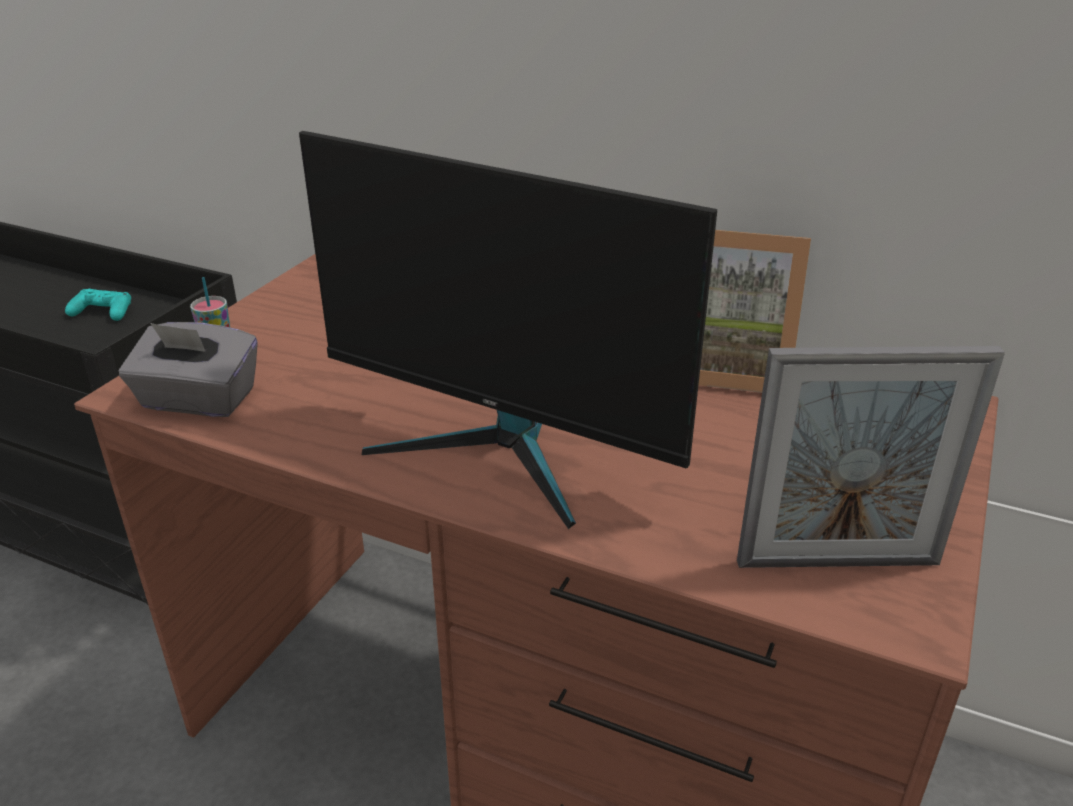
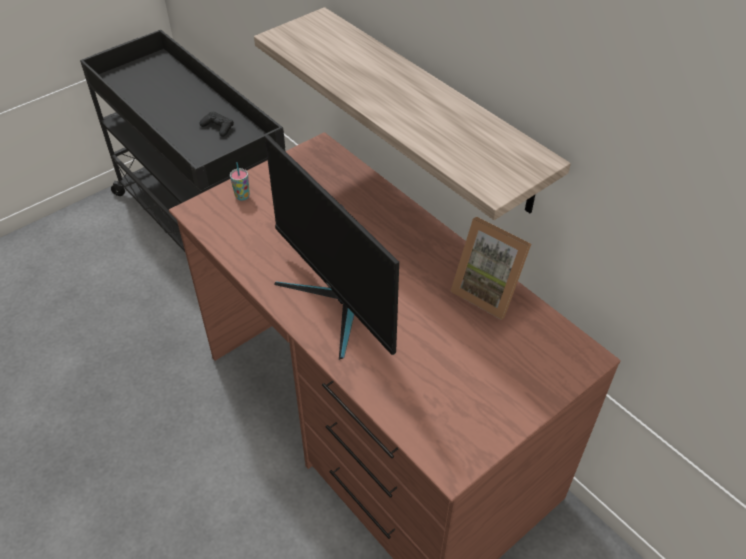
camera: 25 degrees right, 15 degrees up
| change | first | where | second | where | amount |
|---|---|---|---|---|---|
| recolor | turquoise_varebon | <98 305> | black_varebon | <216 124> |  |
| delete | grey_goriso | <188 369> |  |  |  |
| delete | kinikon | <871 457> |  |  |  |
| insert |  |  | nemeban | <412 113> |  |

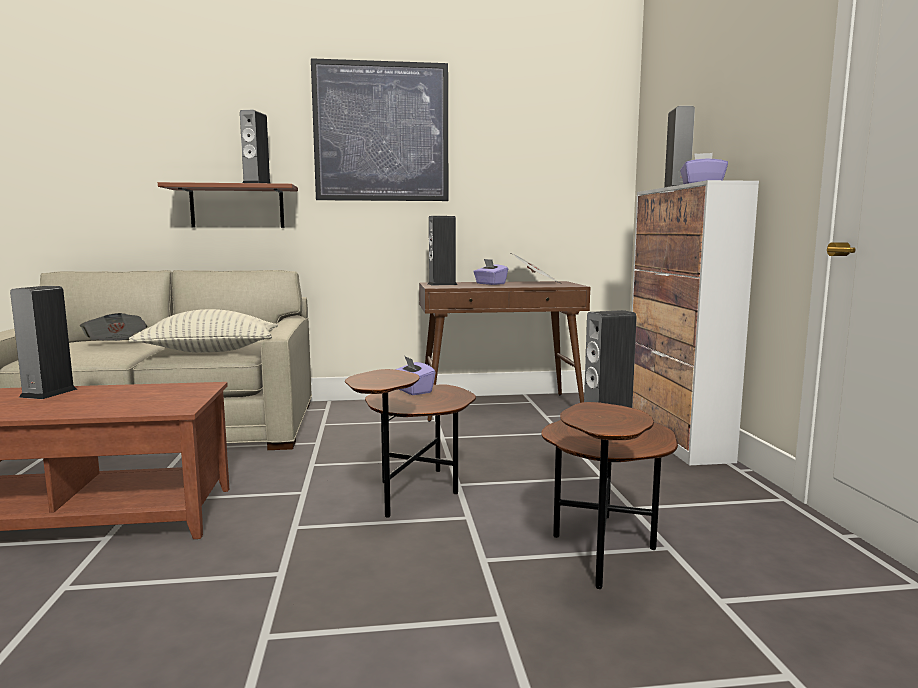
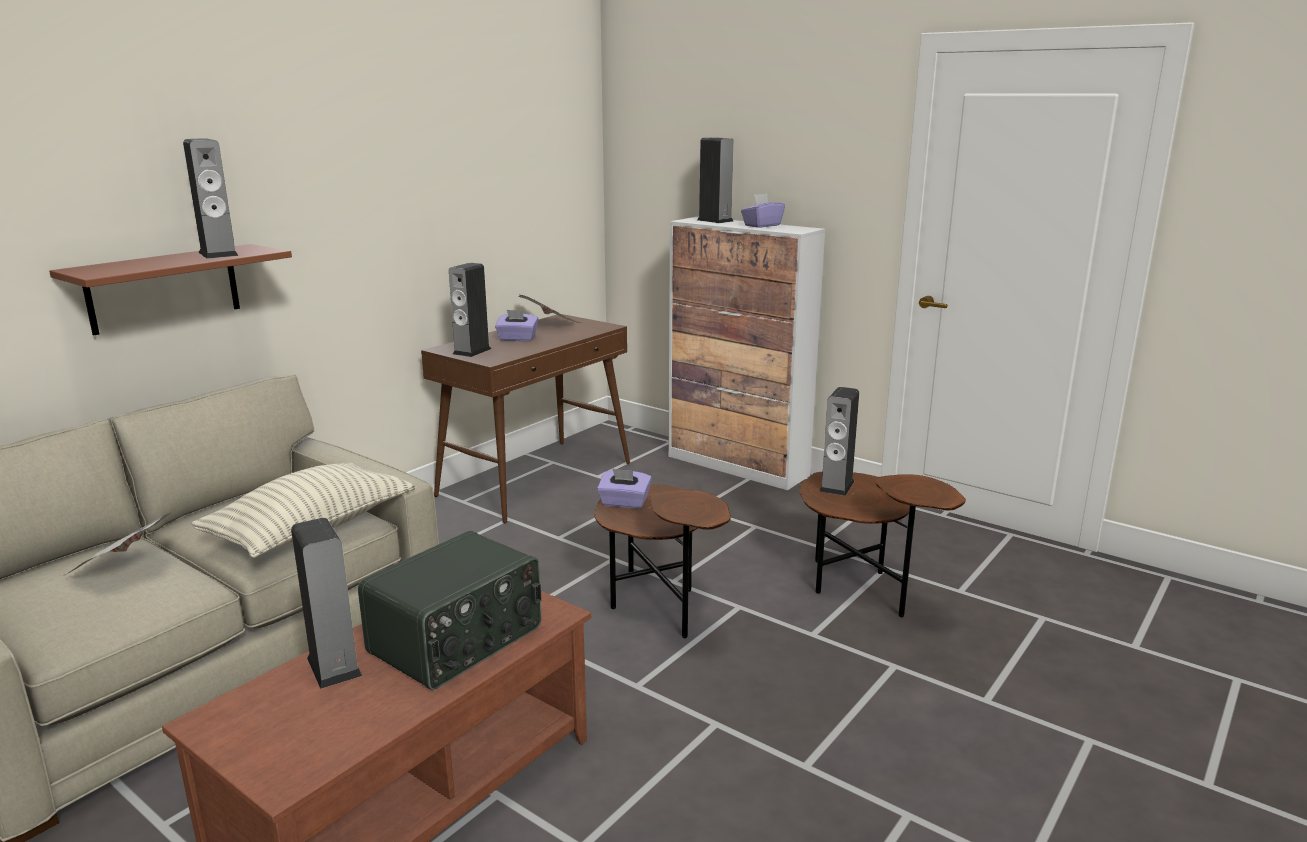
camera: 45 degrees left, 10 degrees up
| change | first | where | second | where | amount |
|---|---|---|---|---|---|
| delete | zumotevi | <379 129> |  |  |  |
| insert |  |  | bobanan | <450 610> |  |

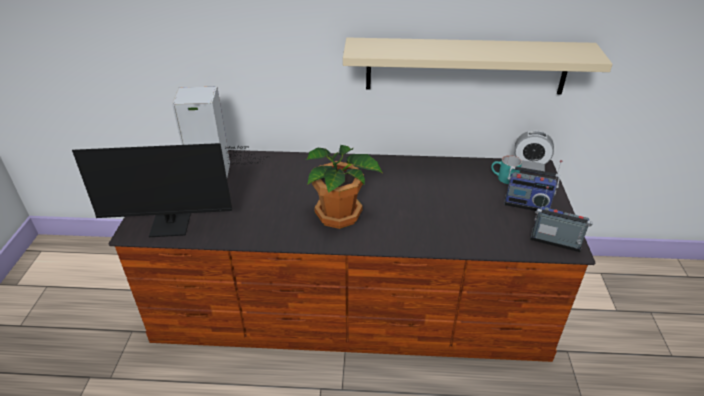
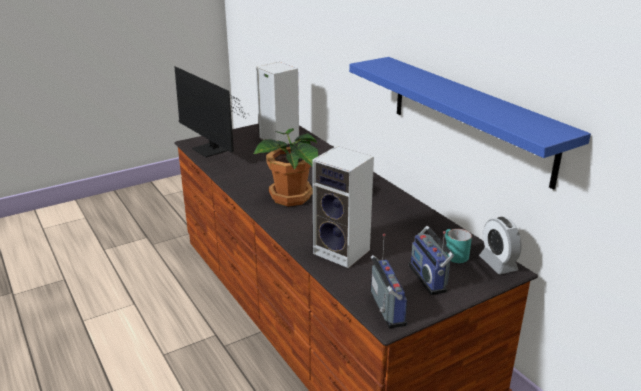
camera: 55 degrees right, 10 degrees down
| change | first | where | second | where | amount |
|---|---|---|---|---|---|
| recolor | beige_nemeban | <477 65> | blue_nemeban | <470 123> |  |
| insert |  |  | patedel | <343 207> |  |

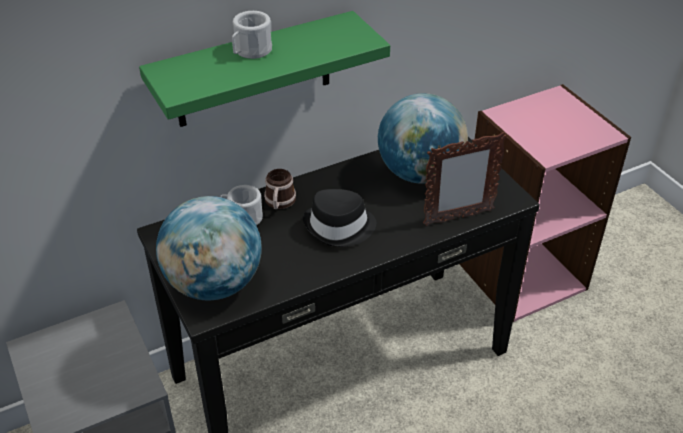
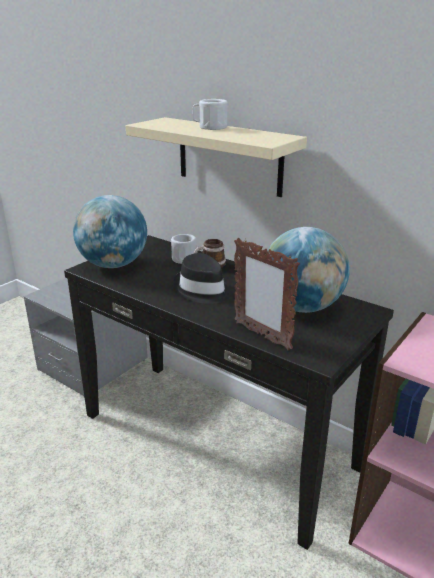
camera: 65 degrees right, 15 degrees down
| change | first | where | second | where | amount |
|---|---|---|---|---|---|
| recolor | green_nemeban | <264 69> | beige_nemeban | <216 157> |  |

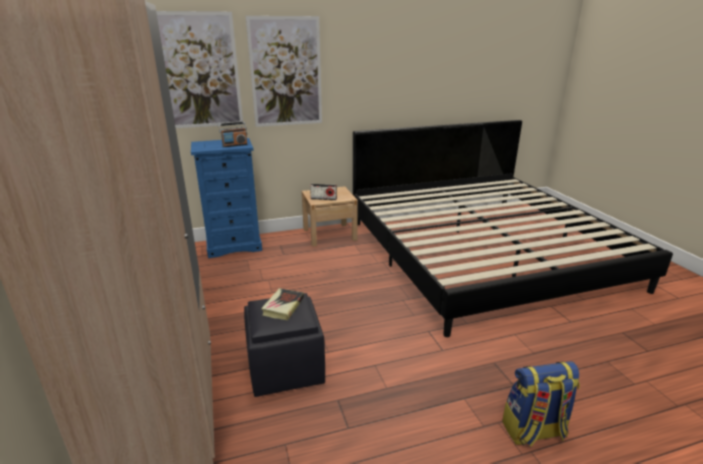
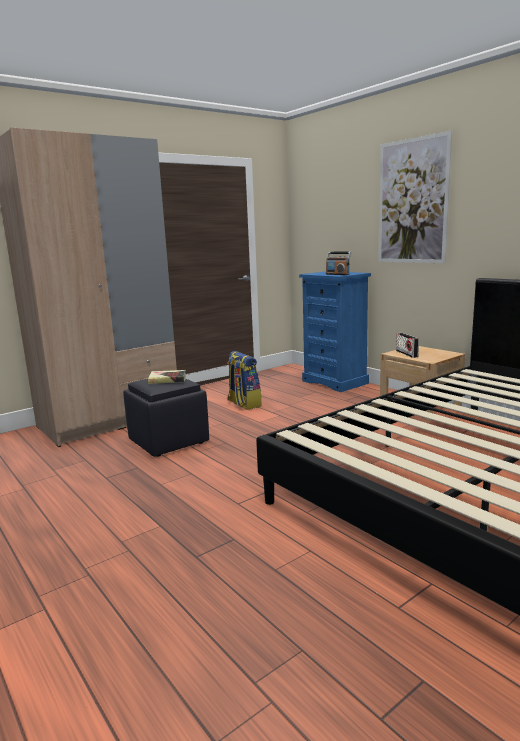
camera: 70 degrees right, 10 degrees down
| change | first | where | second | where | amount |
|---|---|---|---|---|---|
| delete | zumotevi | <199 69> |  |  |  |
| move | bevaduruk | <541 403> |  | <244 380> |  |

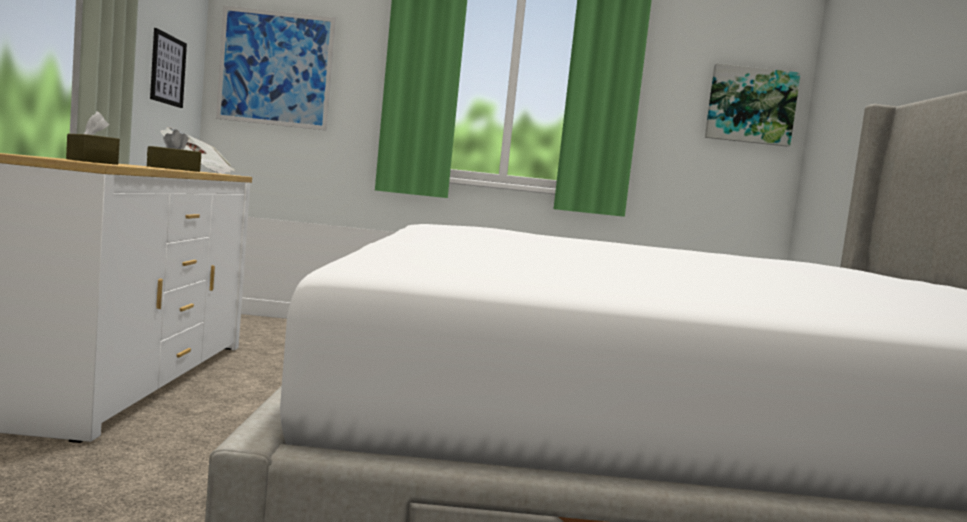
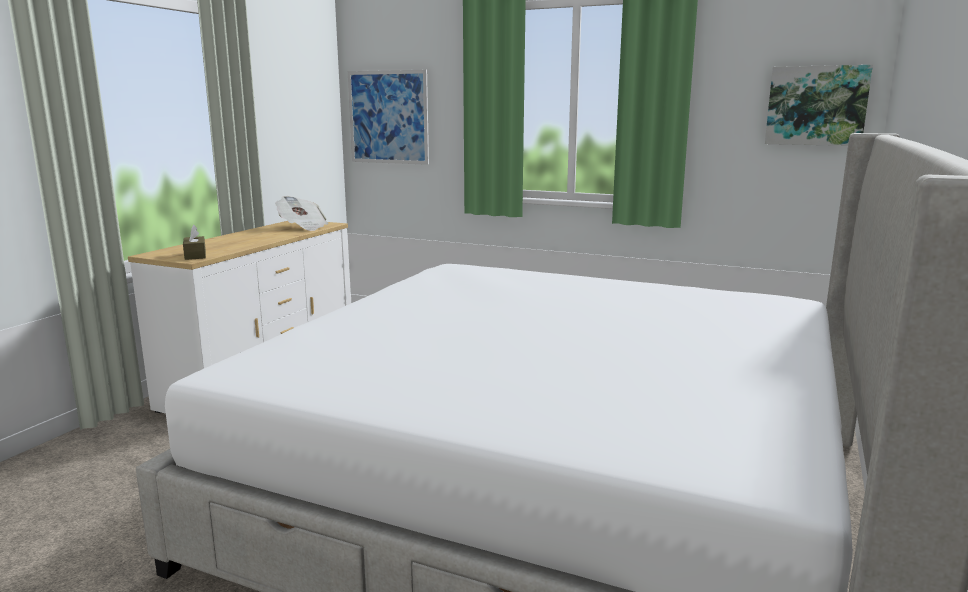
camera: 25 degrees right, 10 degrees up
| change | first | where | second | where | amount |
|---|---|---|---|---|---|
| delete | zumotevi | <168 68> |  |  |  |
| delete | brown_goriso | <174 151> |  |  |  |

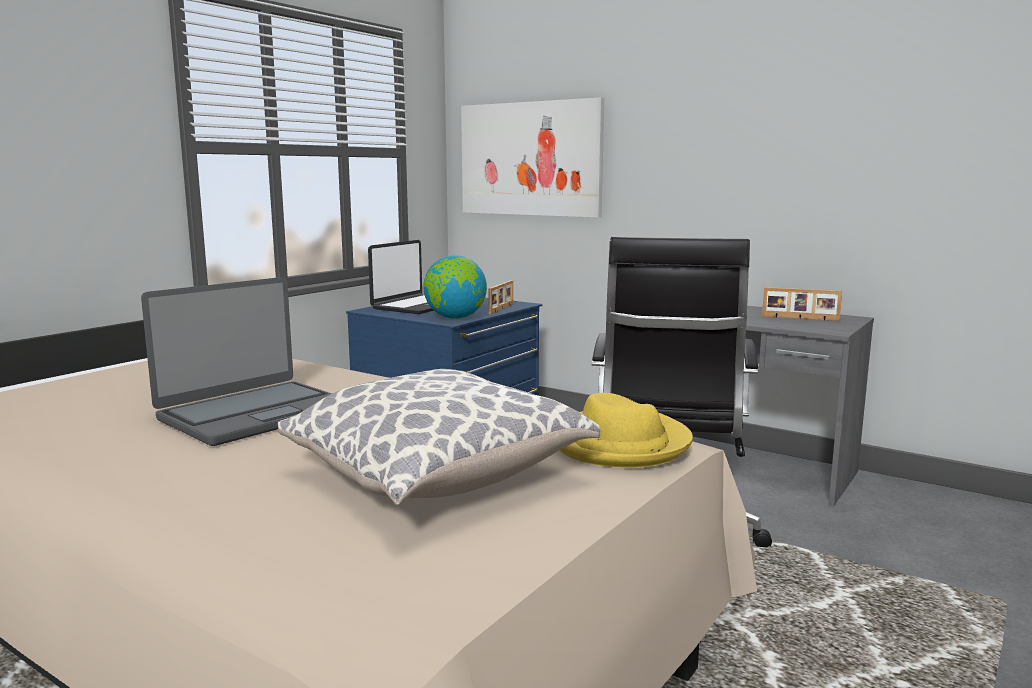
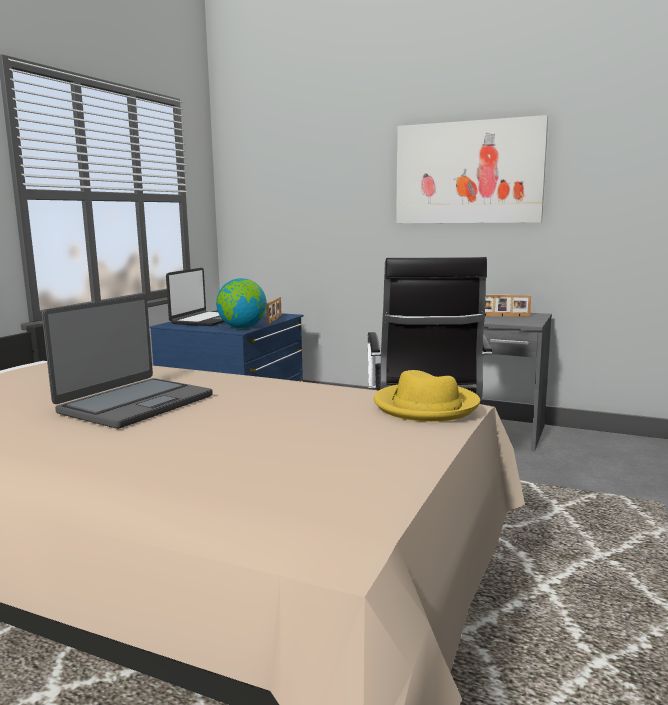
camera: 10 degrees left, 0 degrees up
| change | first | where | second | where | amount |
|---|---|---|---|---|---|
| move | zumotevi | <532 157> |  | <472 169> |  |
| delete | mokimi | <439 437> |  |  |  |

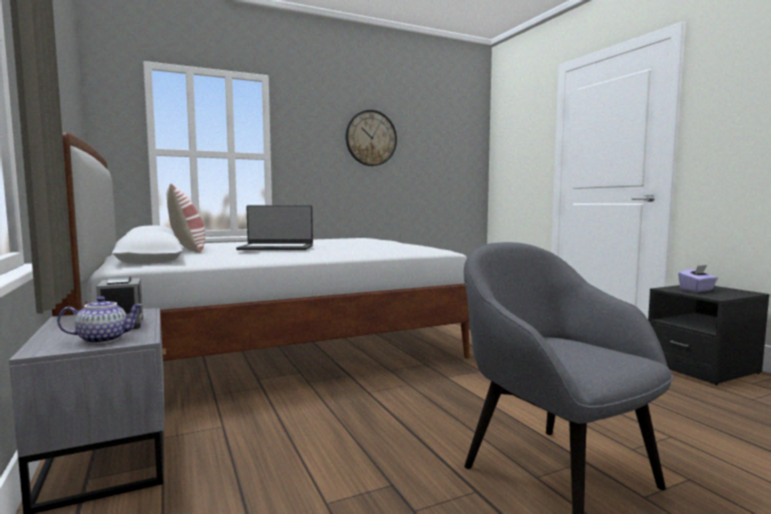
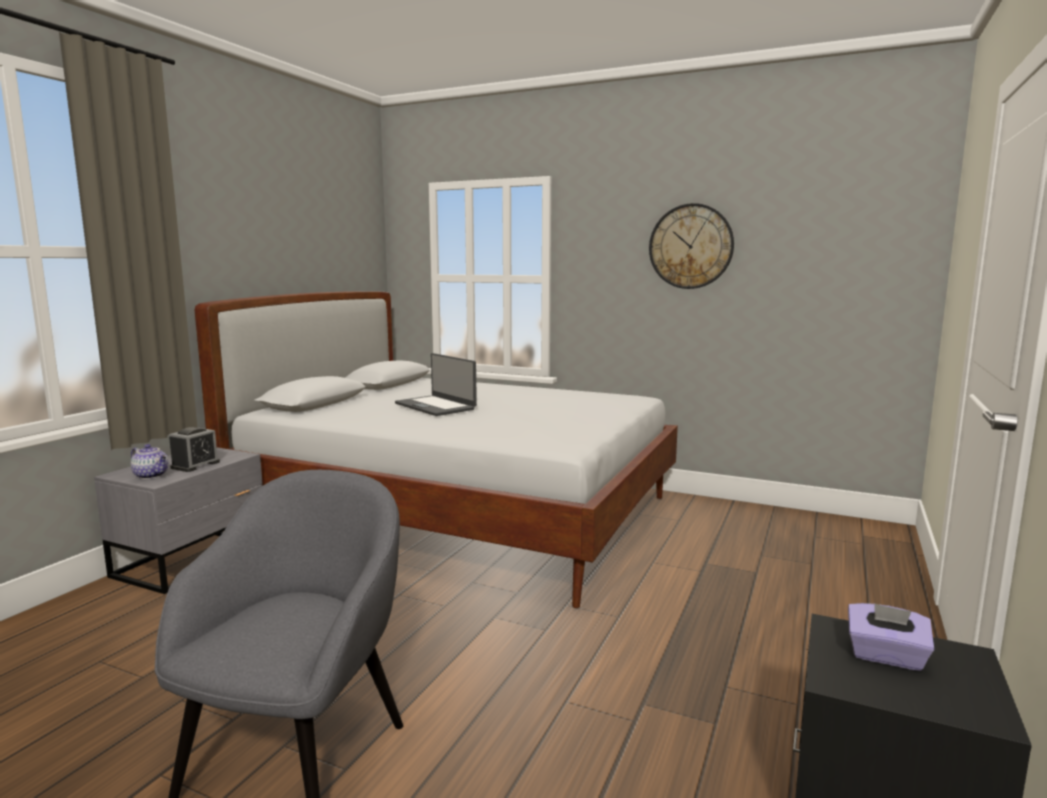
camera: 50 degrees right, 5 degrees up
| change | first | where | second | where | amount |
|---|---|---|---|---|---|
| delete | mokimi | <185 218> |  |  |  |

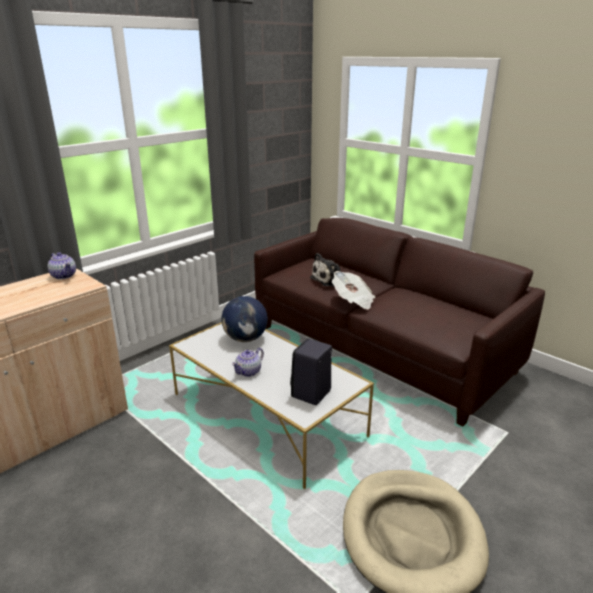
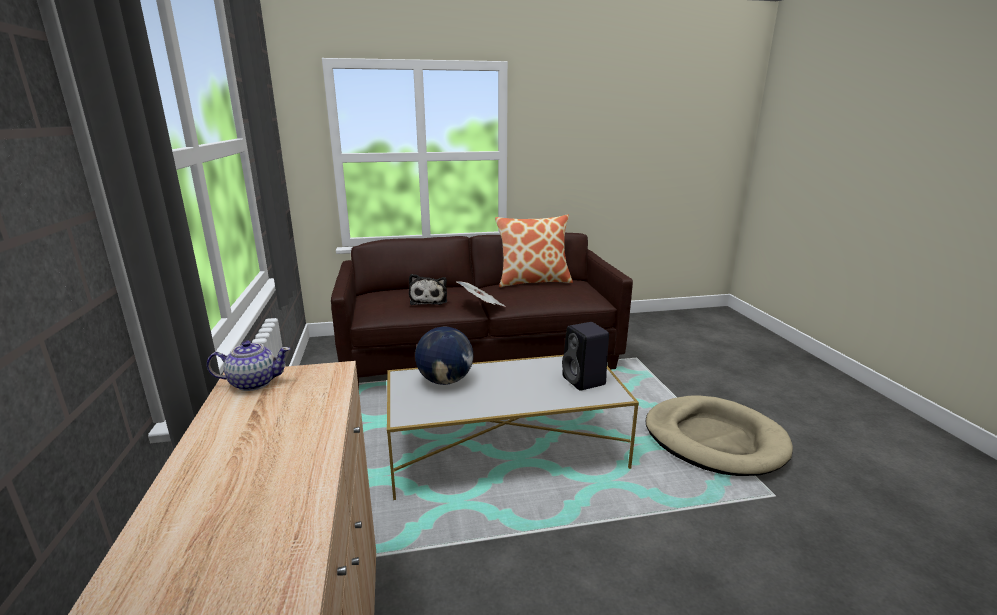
camera: 55 degrees left, 5 degrees down
| change | first | where | second | where | amount |
|---|---|---|---|---|---|
| delete | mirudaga | <248 362> |  |  |  |
| insert |  |  | mokimi | <534 250> |  |

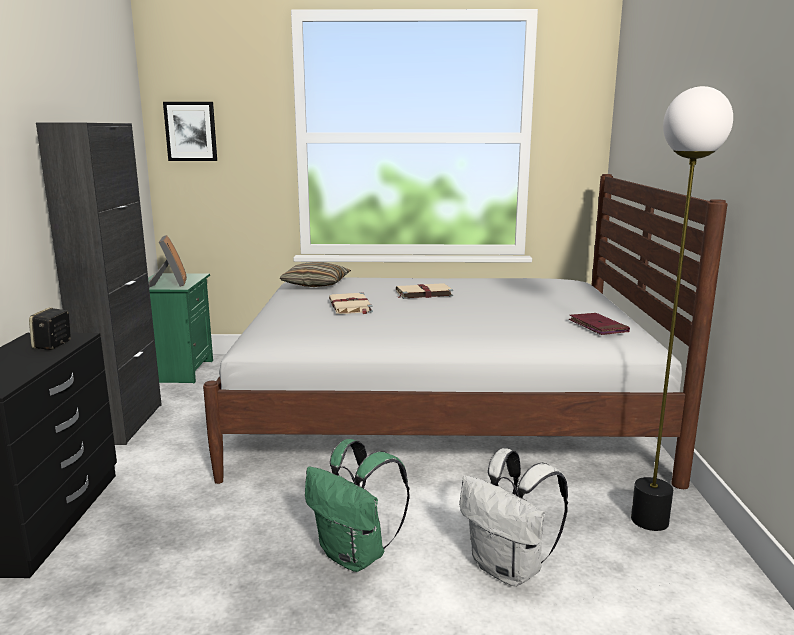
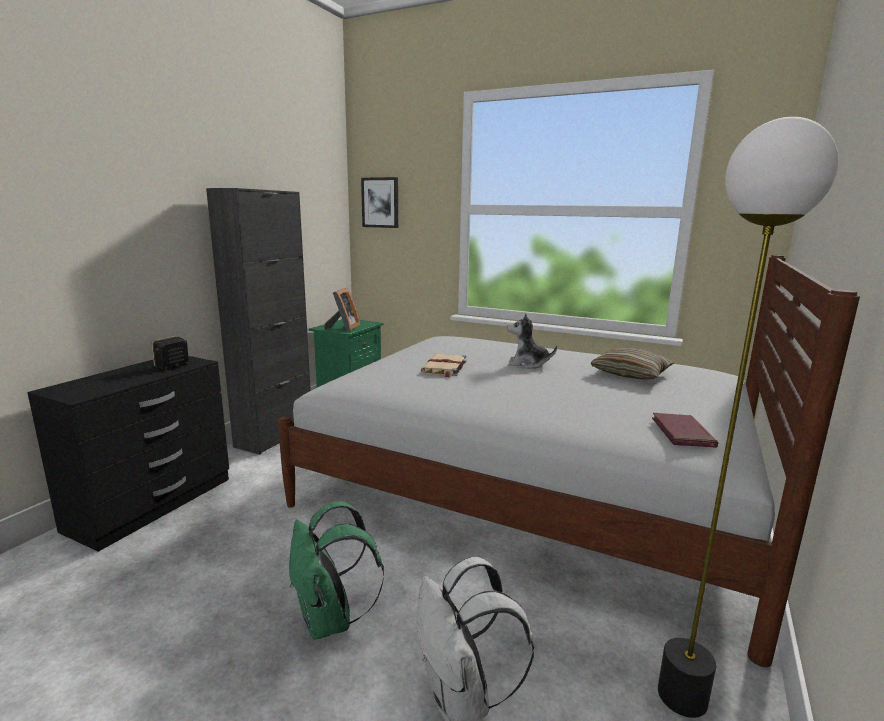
camera: 25 degrees right, 0 degrees up
| change | first | where | second | where | amount |
|---|---|---|---|---|---|
| move | mokimi | <315 274> |  | <632 363> |  |
| replace | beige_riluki | <424 291> | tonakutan | <532 341> |  |

